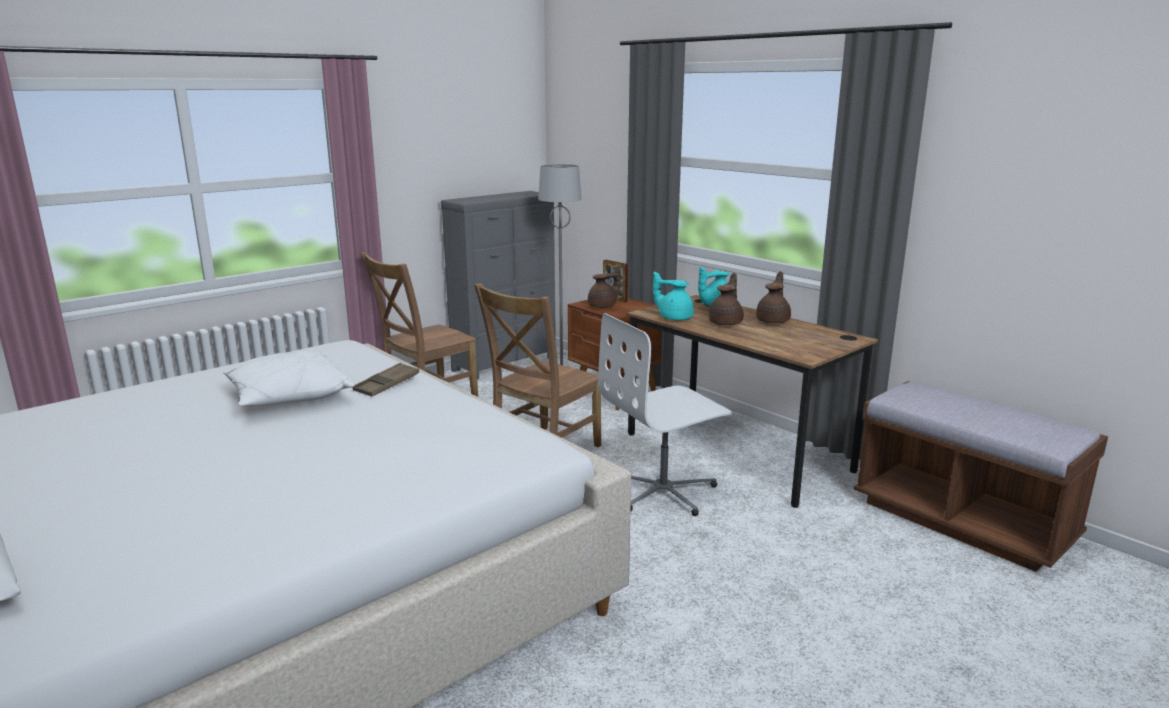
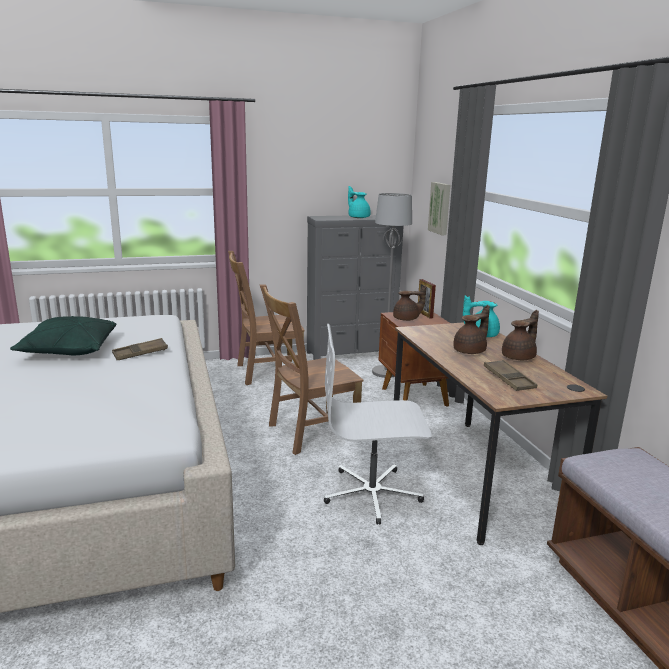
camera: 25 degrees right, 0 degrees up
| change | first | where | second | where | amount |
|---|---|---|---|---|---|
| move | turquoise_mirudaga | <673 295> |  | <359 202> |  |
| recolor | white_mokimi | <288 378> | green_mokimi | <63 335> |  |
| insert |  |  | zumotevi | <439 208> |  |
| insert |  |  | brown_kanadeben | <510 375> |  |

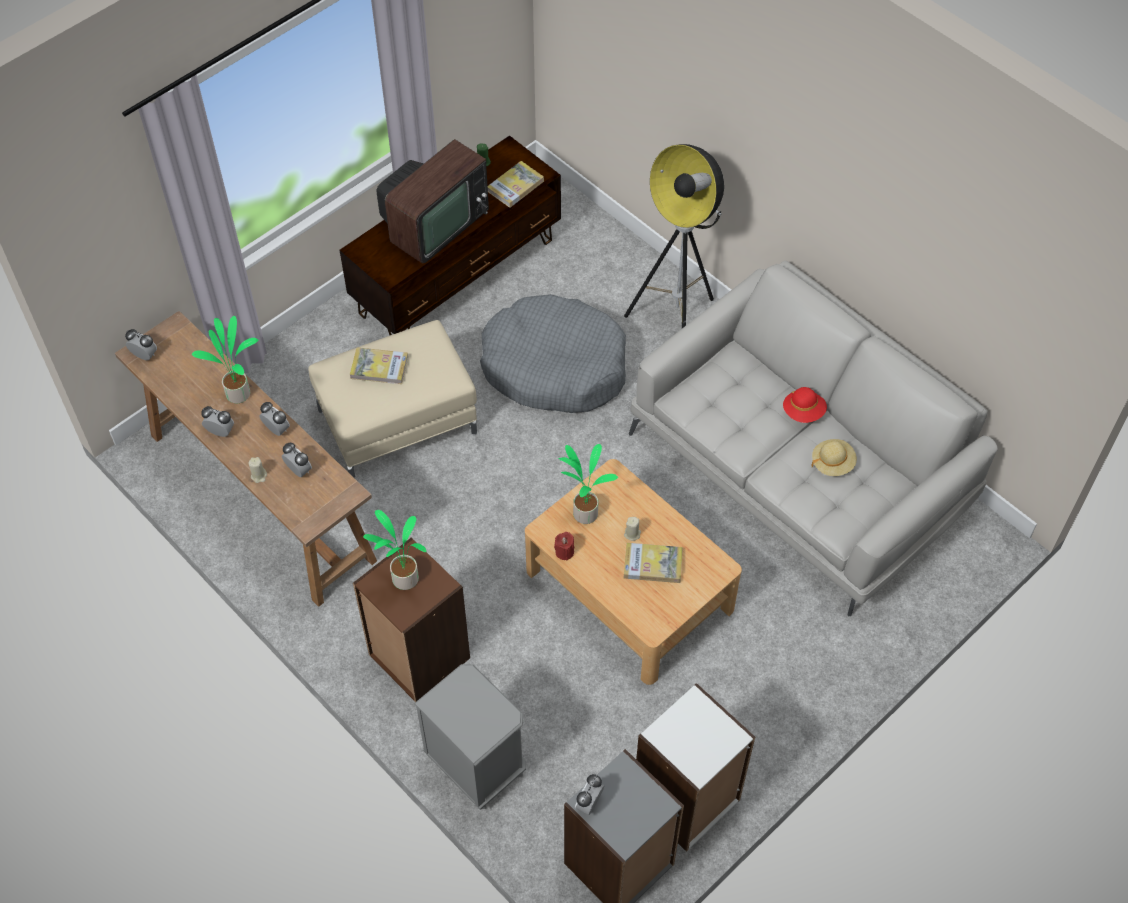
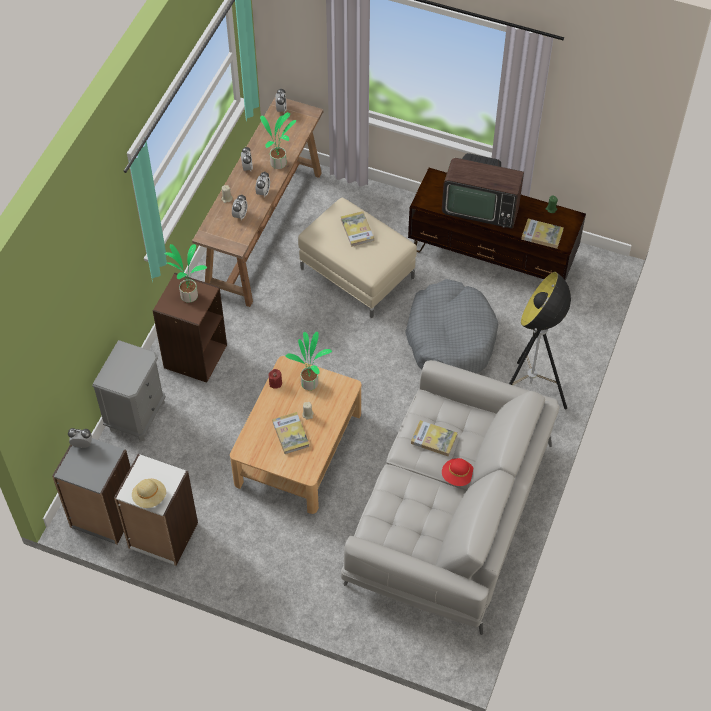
camera: 65 degrees right, 0 degrees up
| change | first | where | second | where | amount |
|---|---|---|---|---|---|
| move | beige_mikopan | <834 457> |  | <149 493> |  |
| insert |  |  | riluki | <434 438> |  |

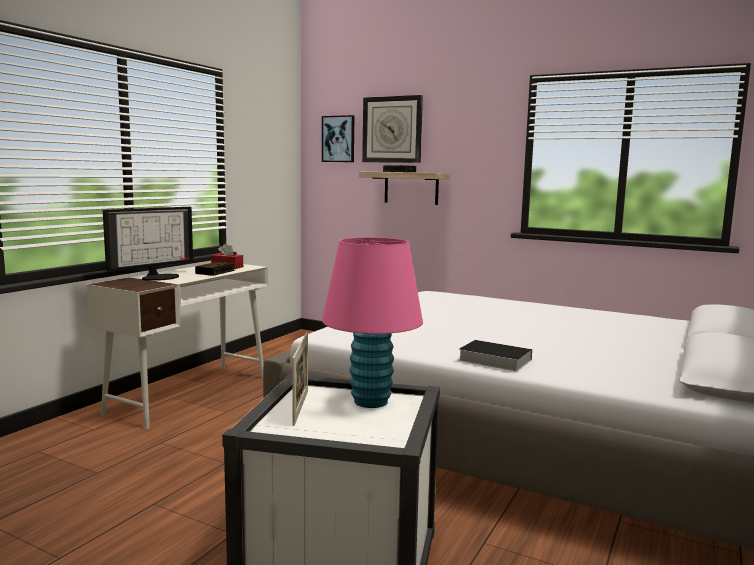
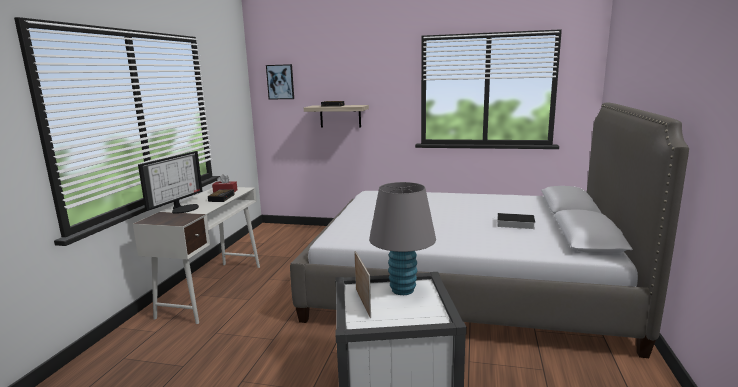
camera: 15 degrees left, 5 degrees up
| change | first | where | second | where | amount |
|---|---|---|---|---|---|
| delete | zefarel | <392 129> |  |  |  |
| recolor | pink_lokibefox | <372 322> | grey_lokibefox | <402 238> |  |
| move | riluki | <495 355> |  | <515 221> |  |

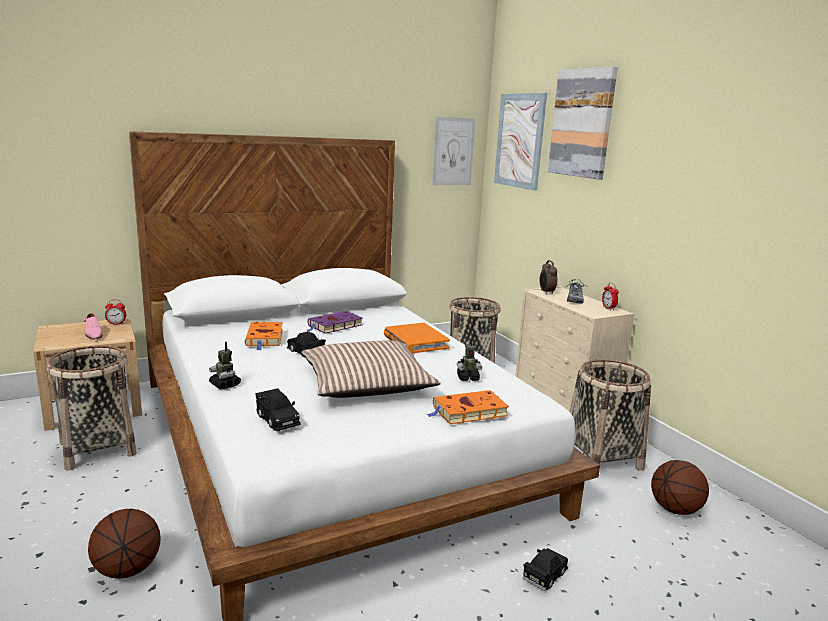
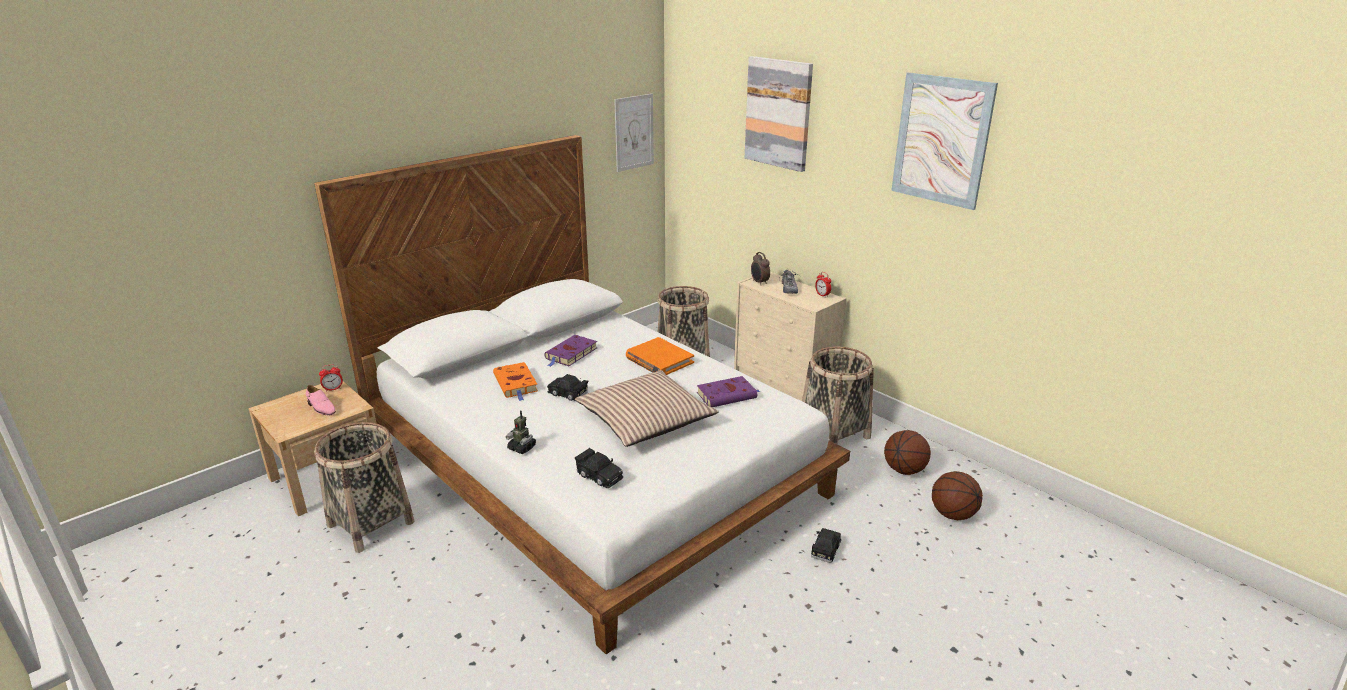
camera: 15 degrees left, 10 degrees up
| change | first | where | second | where | amount |
|---|---|---|---|---|---|
| move | zumotevi | <520 142> |  | <944 141> |  |
| replace | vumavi | <469 359> | purple_riluki | <729 391> |  |
| delete | orange_riluki | <468 407> |  |  |  |
| move | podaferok | <124 544> |  | <957 495> |  |

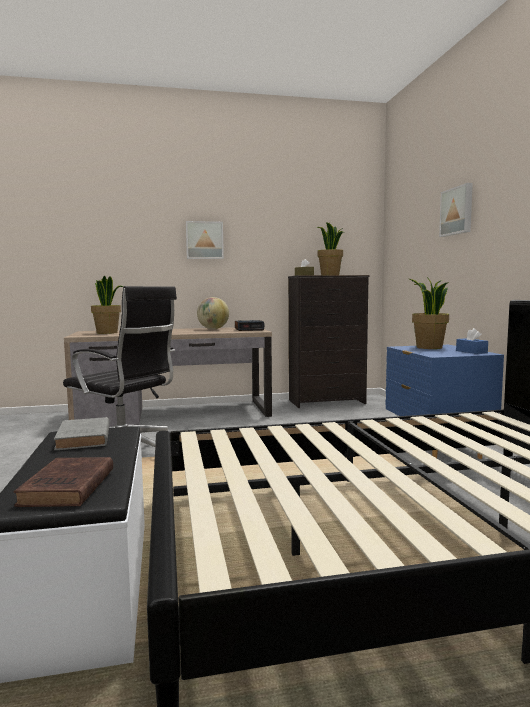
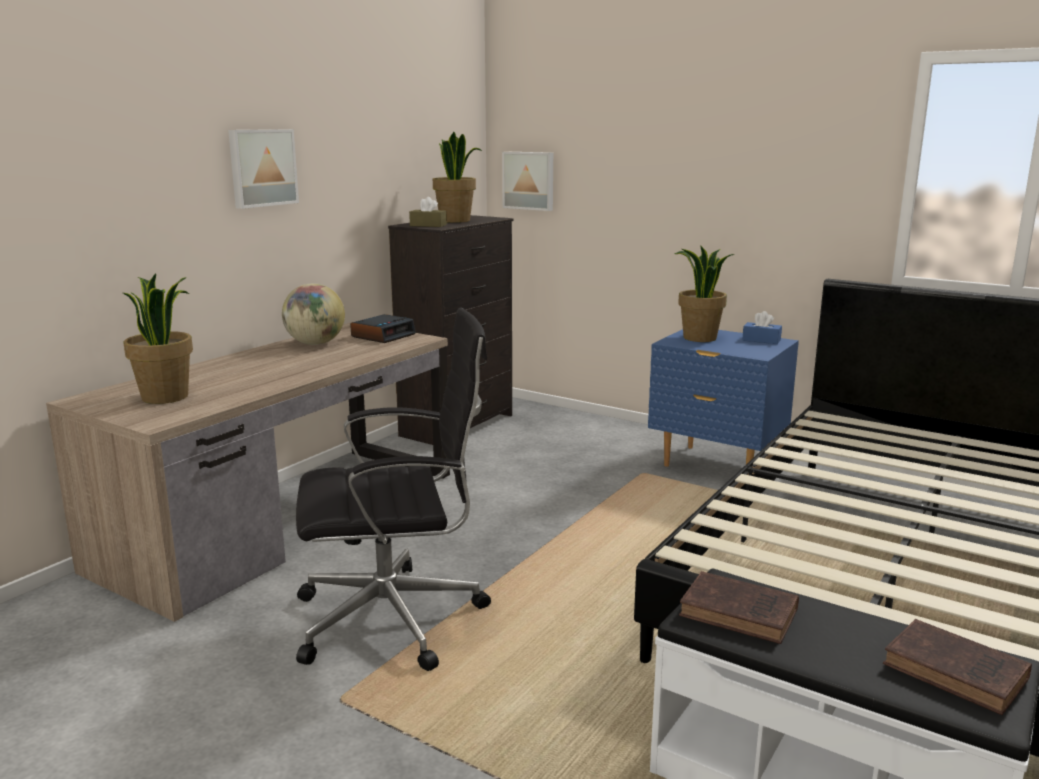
camera: 45 degrees left, 10 degrees up
| change | first | where | second | where | amount |
|---|---|---|---|---|---|
| move | zumotevi | <456 210> |  | <527 181> |  |
| recolor | grey_riluki | <82 433> | brown_riluki | <739 607> |  |

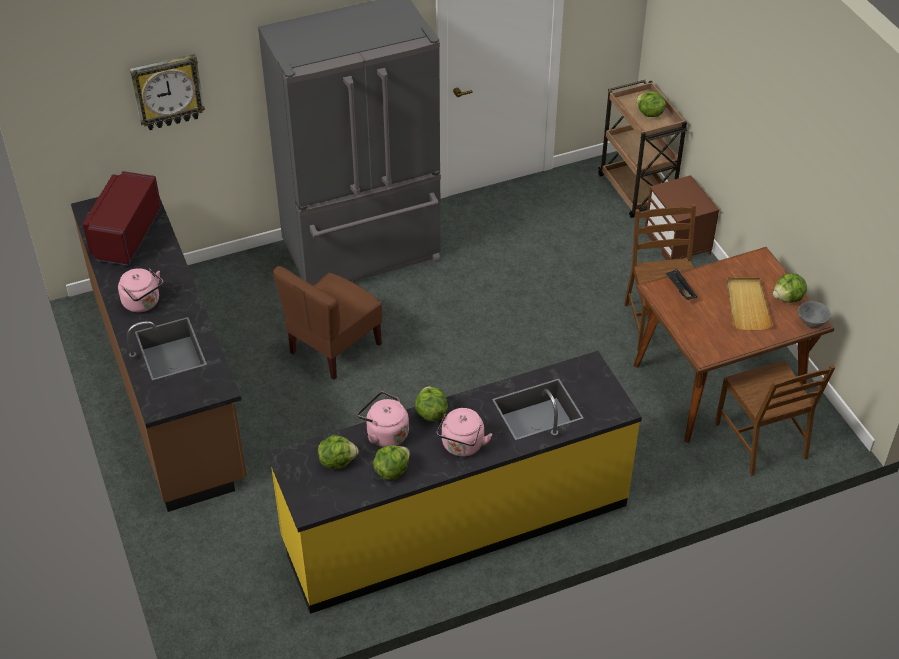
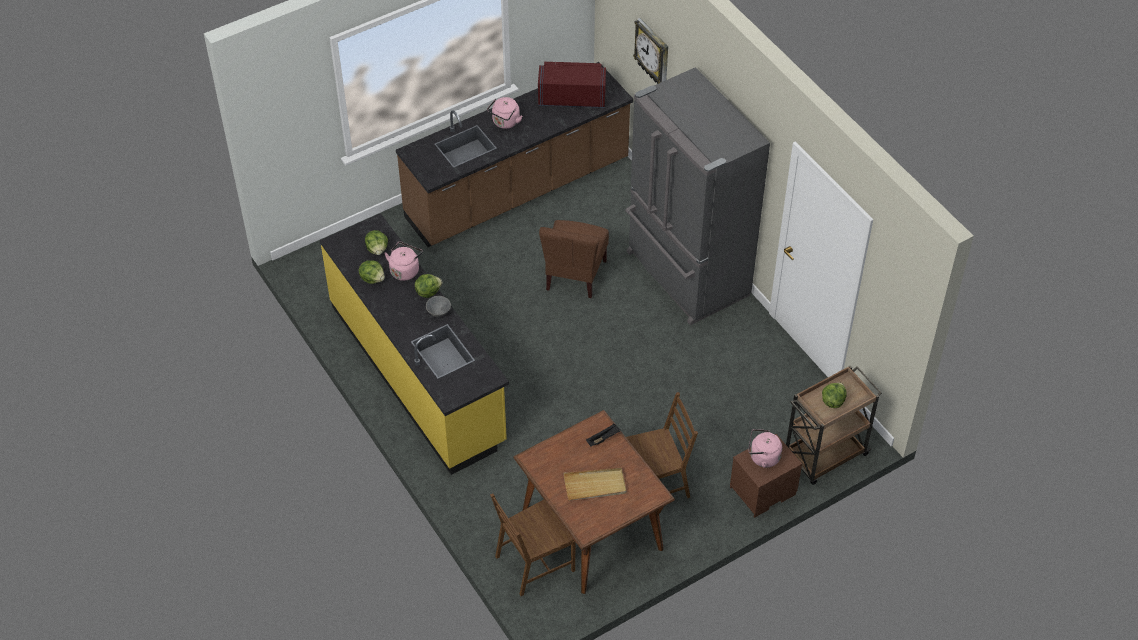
camera: 80 degrees right, 5 degrees up
| change | first | where | second | where | amount |
|---|---|---|---|---|---|
| rotate | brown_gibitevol | <327 323> |  | <574 259> | 105 degrees counterclockwise |
| delete | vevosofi | <790 288> |  |  |  |
| move | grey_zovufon | <814 315> |  | <438 306> |  |
| move | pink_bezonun | <464 432> |  | <765 448> |  |

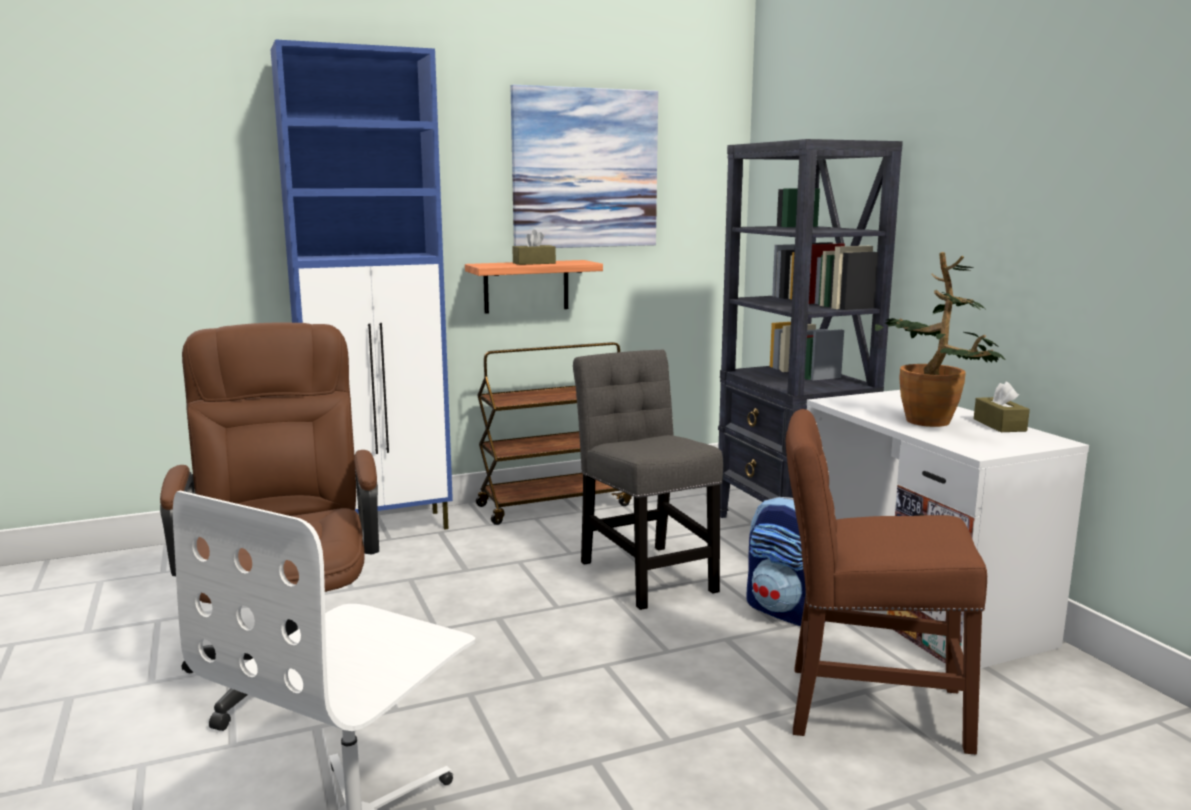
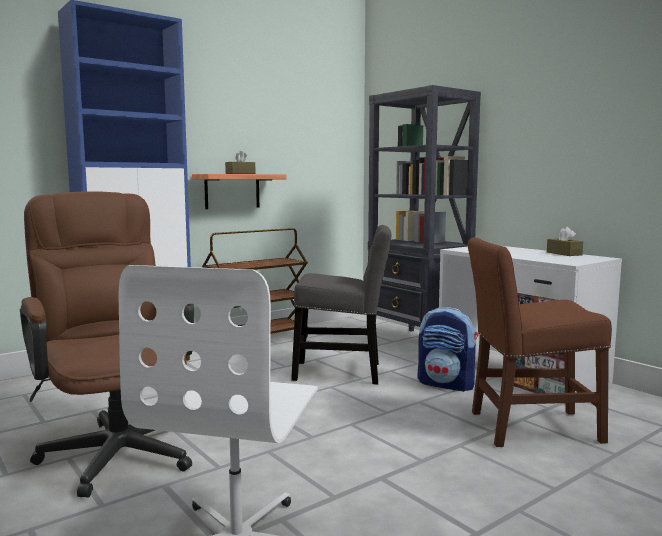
camera: 15 degrees left, 5 degrees down
| change | first | where | second | where | amount |
|---|---|---|---|---|---|
| delete | zumotevi | <584 166> |  |  |  |
| delete | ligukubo | <939 339> |  |  |  |
| rotate | grey_gibitevol | <648 480> |  | <341 305> | 135 degrees clockwise |

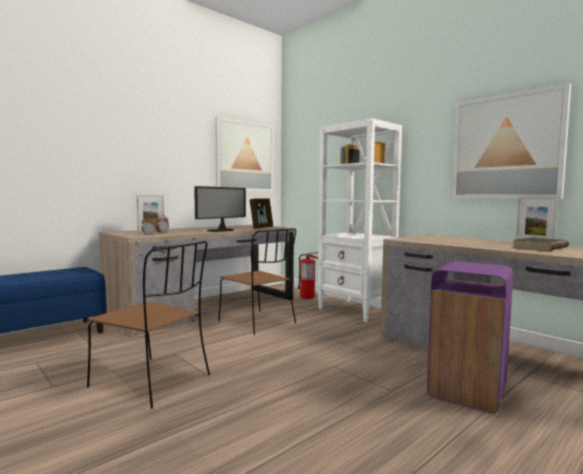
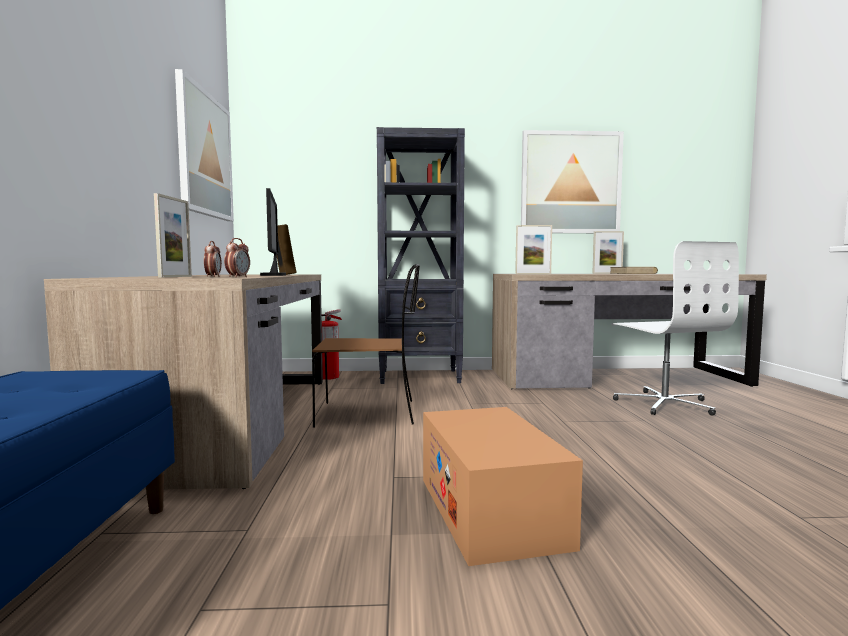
camera: 50 degrees left, 0 degrees up
| change | first | where | second | where | amount |
|---|---|---|---|---|---|
| recolor | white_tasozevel | <359 220> | black_tasozevel | <421 255> |  |
| replace | brown_gibitevol | <148 325> | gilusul | <503 486> |  |
| replace | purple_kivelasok | <470 337> | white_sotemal | <675 328> |  |
| insert |  |  | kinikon | <533 249> |  |

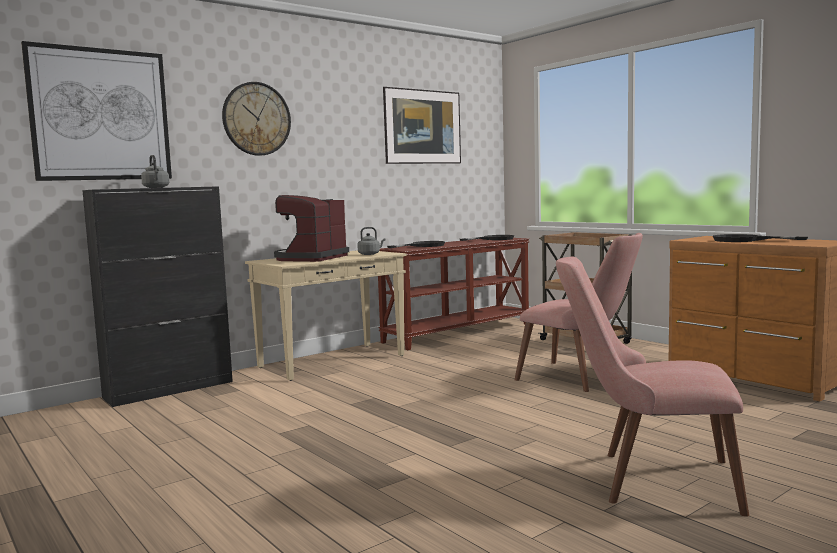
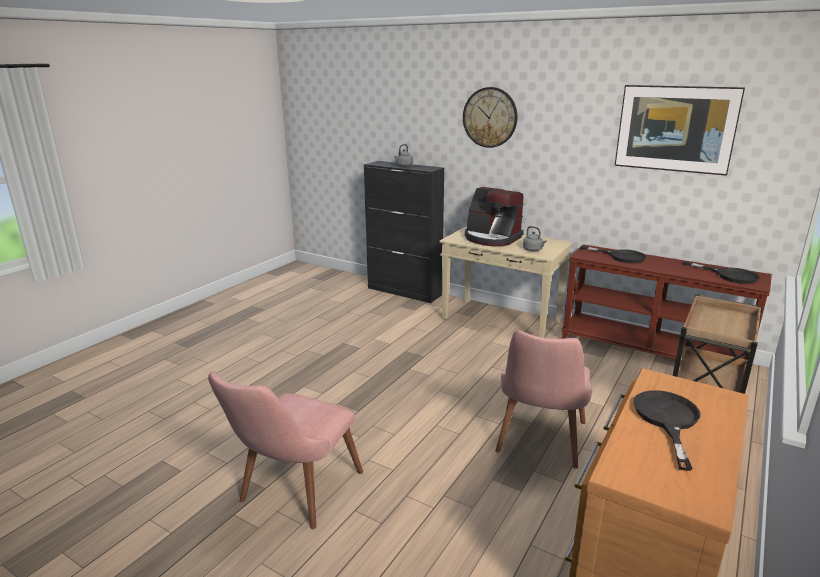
camera: 70 degrees right, 15 degrees up
| change | first | where | second | where | amount |
|---|---|---|---|---|---|
| delete | zumotevi | <96 111> |  |  |  |
| rotate | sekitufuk | <311 228> |  | <494 217> | 150 degrees counterclockwise |
| rotate | pink_gibitevol | <652 386> |  | <285 450> | 150 degrees counterclockwise |

